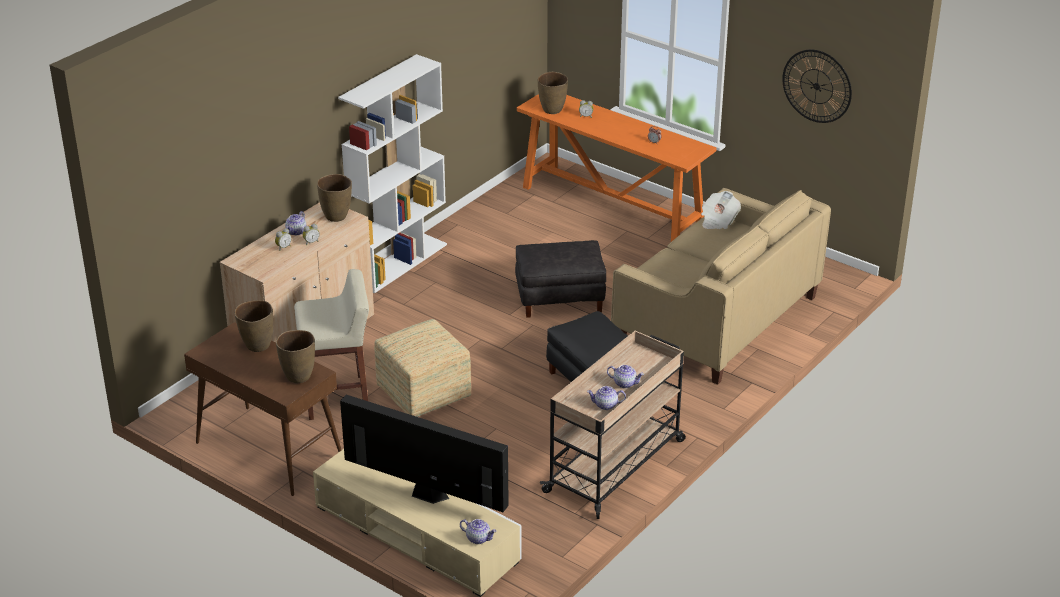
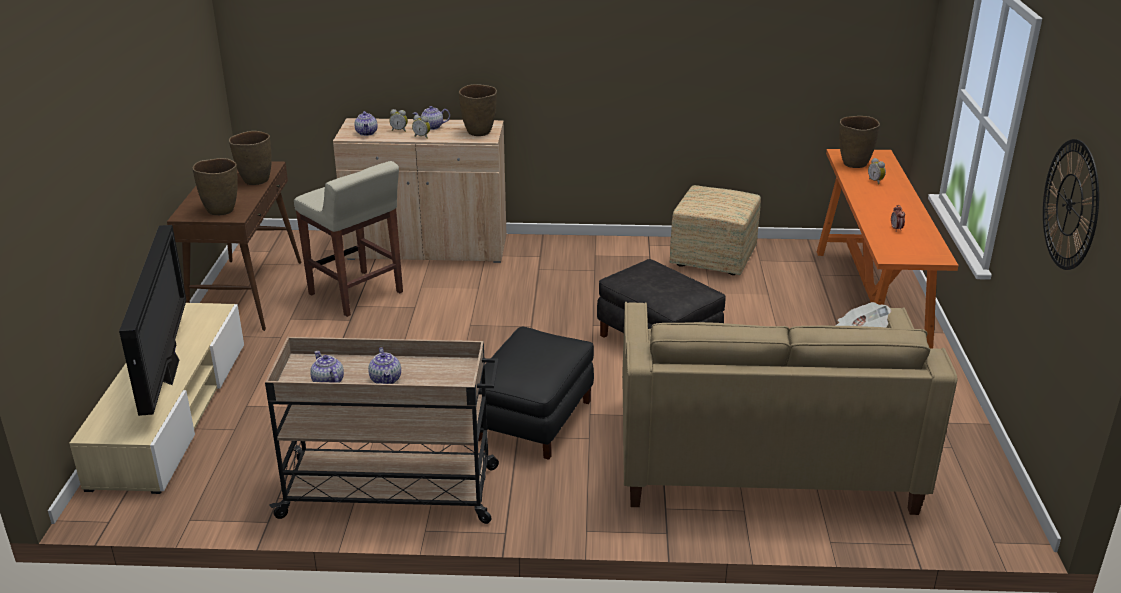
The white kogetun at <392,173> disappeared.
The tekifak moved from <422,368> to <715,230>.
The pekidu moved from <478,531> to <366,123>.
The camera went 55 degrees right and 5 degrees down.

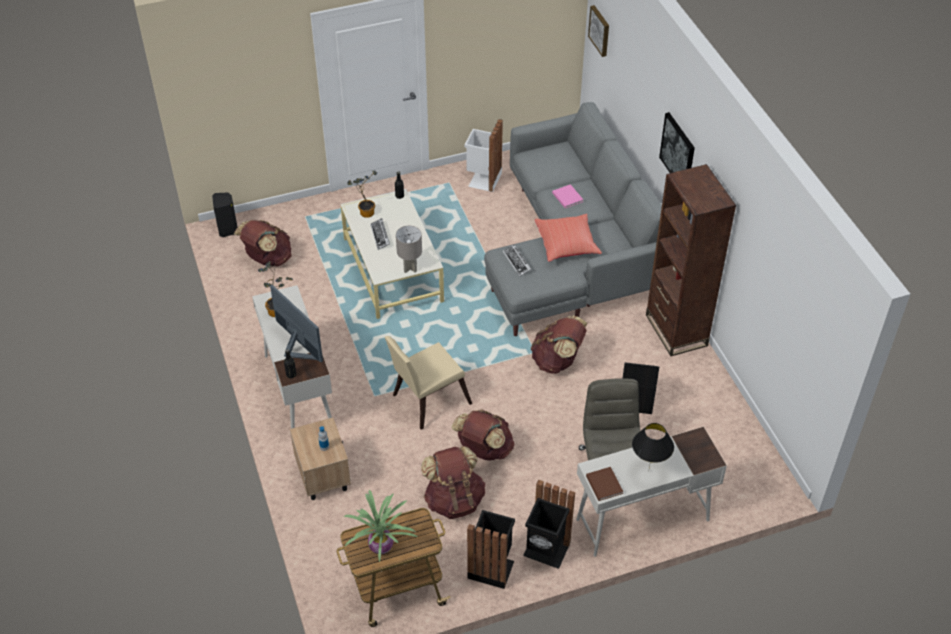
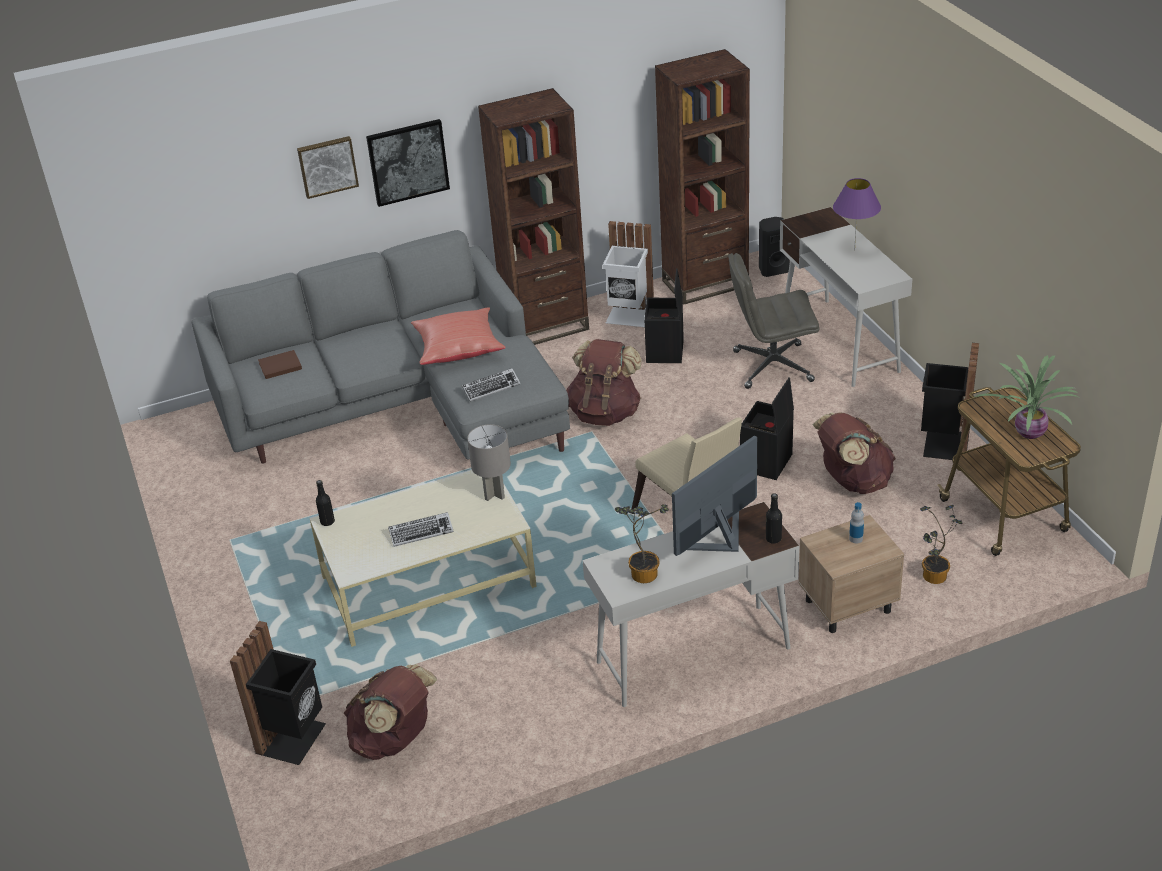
The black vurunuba moved from <225,214> to <774,247>.
The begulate moved from <362,194> to <941,544>.
The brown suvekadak at <483,435> was replaced by the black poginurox at <767,428>.
The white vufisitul moved from <484,155> to <628,274>.
The black vufisitul moved from <549,524> to <278,693>.
The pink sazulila at <568,196> disappeared.
The brown sazulila moved from <604,484> to <280,364>.
The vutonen moved from <598,31> to <328,167>.
The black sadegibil at <653,445> became the purple sadegibil at <857,214>.
The brown kogetun at <702,177> appeared.
The camera went 90 degrees left and 10 degrees down.

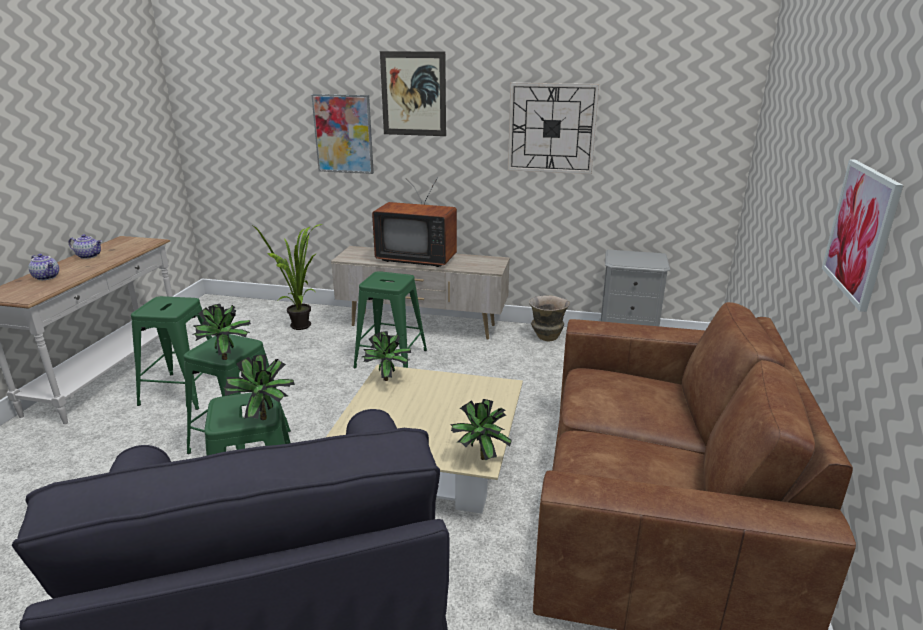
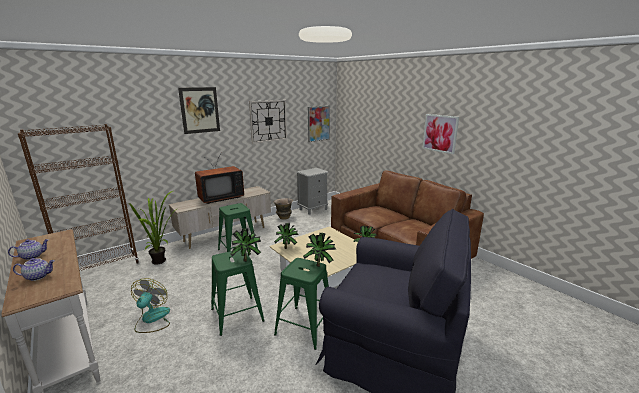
The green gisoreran at <171,353> was replaced by the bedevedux at <150,305>.
The vutonen moved from <342,134> to <319,124>.
The brown kogetun at <78,197> appeared.
The camera went 50 degrees left and 5 degrees down.

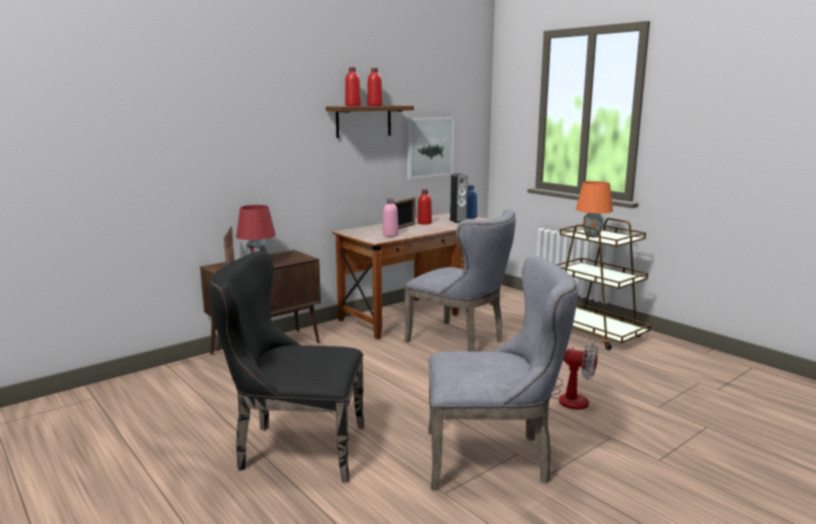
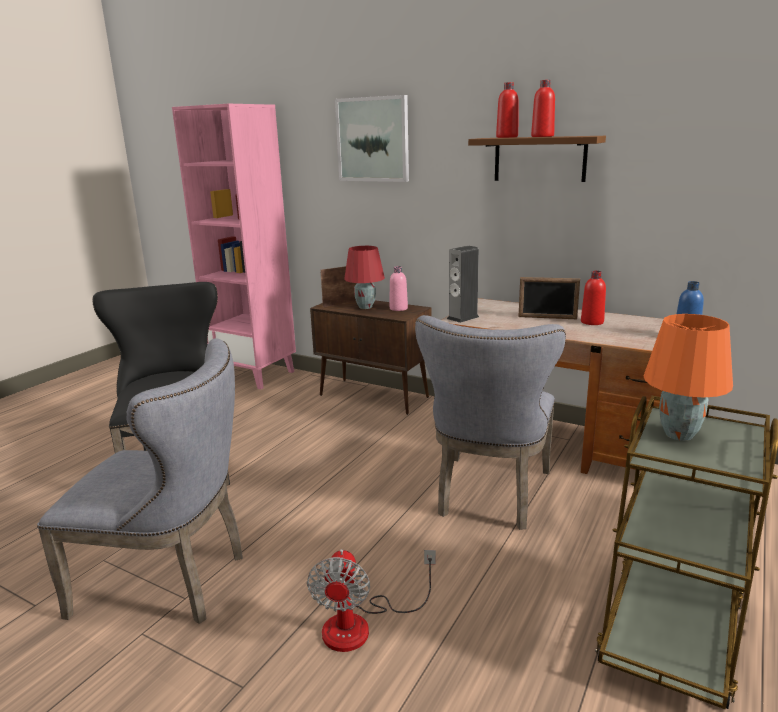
The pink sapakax moved from <390,217> to <399,288>.
The vutonen moved from <430,148> to <372,138>.
The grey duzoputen at <503,372> turned 60 degrees counterclockwise.
The vurunuba moved from <458,198> to <463,284>.
The pink kogetun at <234,246> appeared.
The camera went 70 degrees right and 5 degrees up.

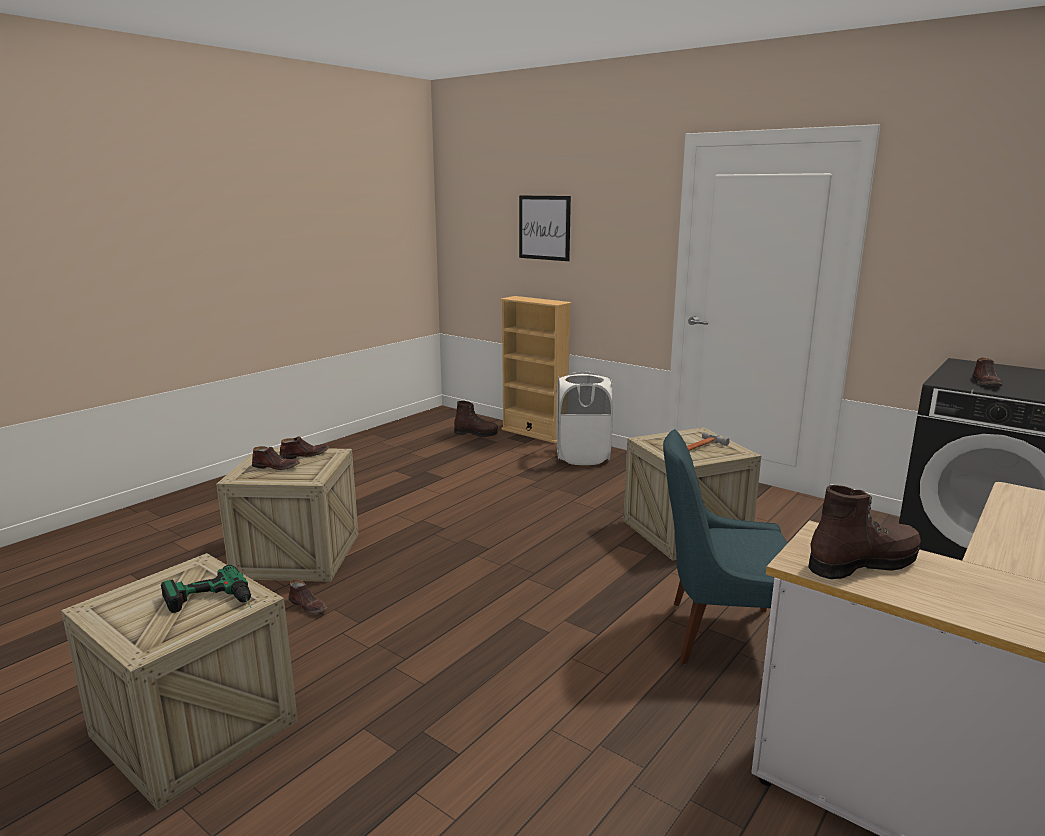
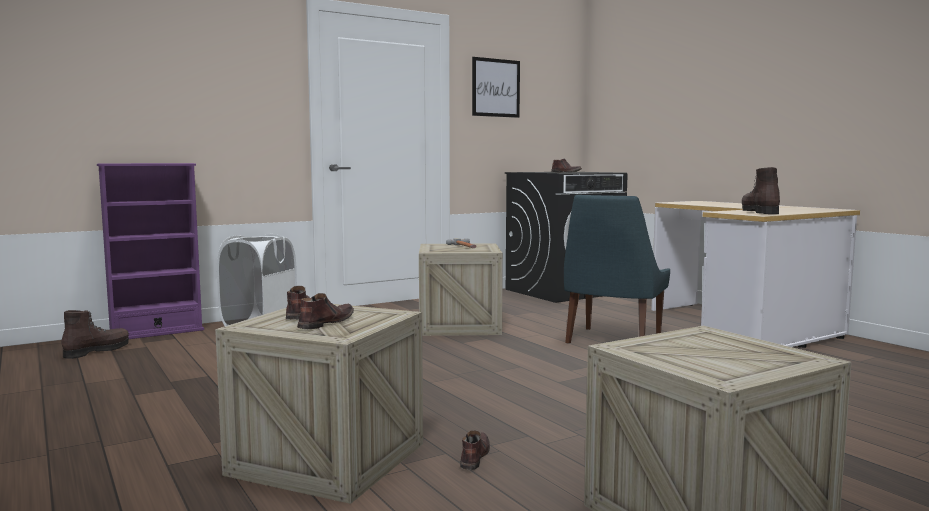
The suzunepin at <206,589> disappeared.
The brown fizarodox at <308,597> turned 45 degrees counterclockwise.
The beige kogetun at <535,369> became the purple kogetun at <150,251>.
The vutonen moved from <545,228> to <496,87>.
The camera went 70 degrees left and 10 degrees down.

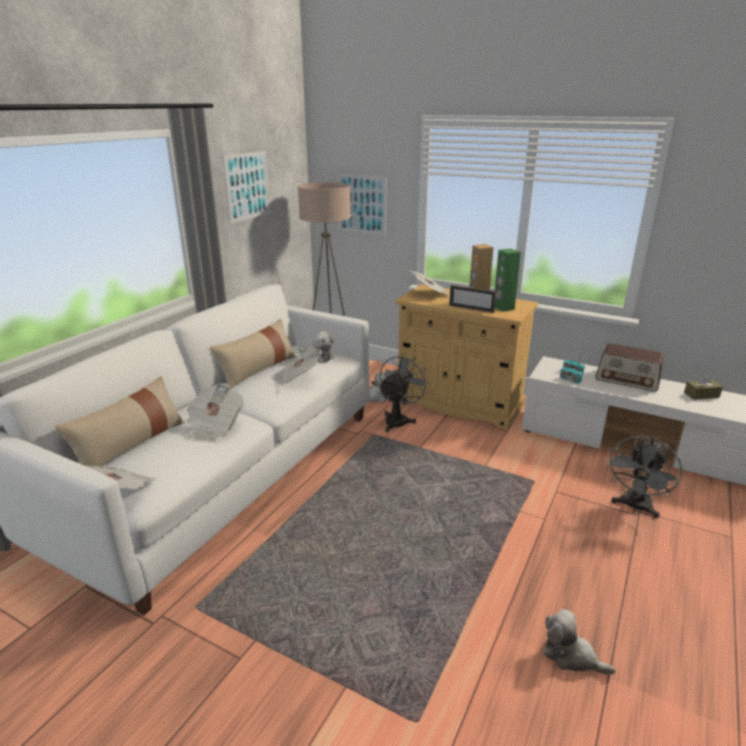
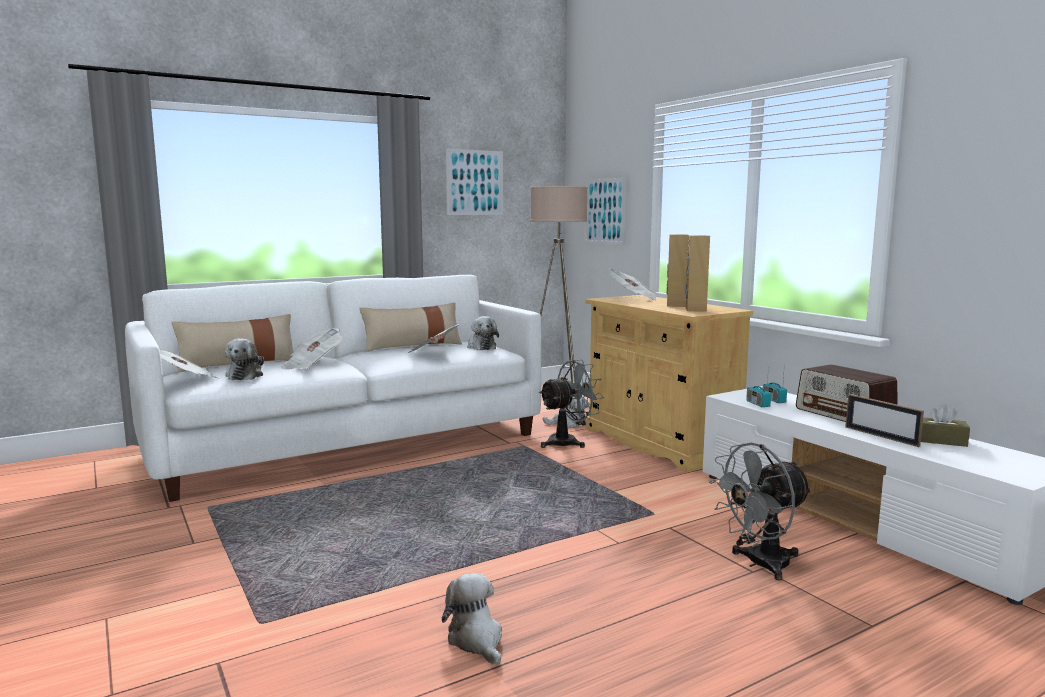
The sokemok moved from <472,299> to <884,420>.
The green vurunuba at <508,280> became the brown vurunuba at <698,273>.
The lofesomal at <244,359> appeared.
The camera went 30 degrees right and 15 degrees down.

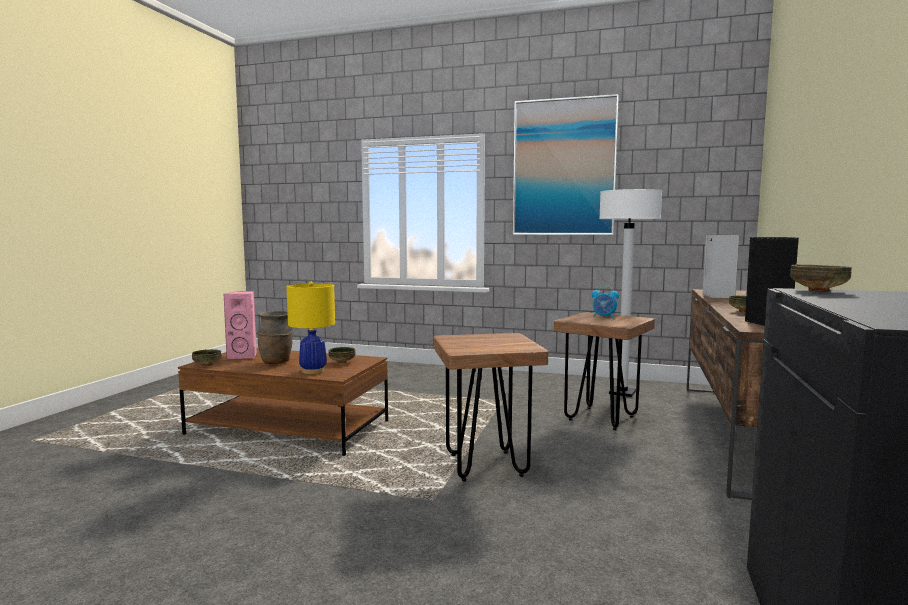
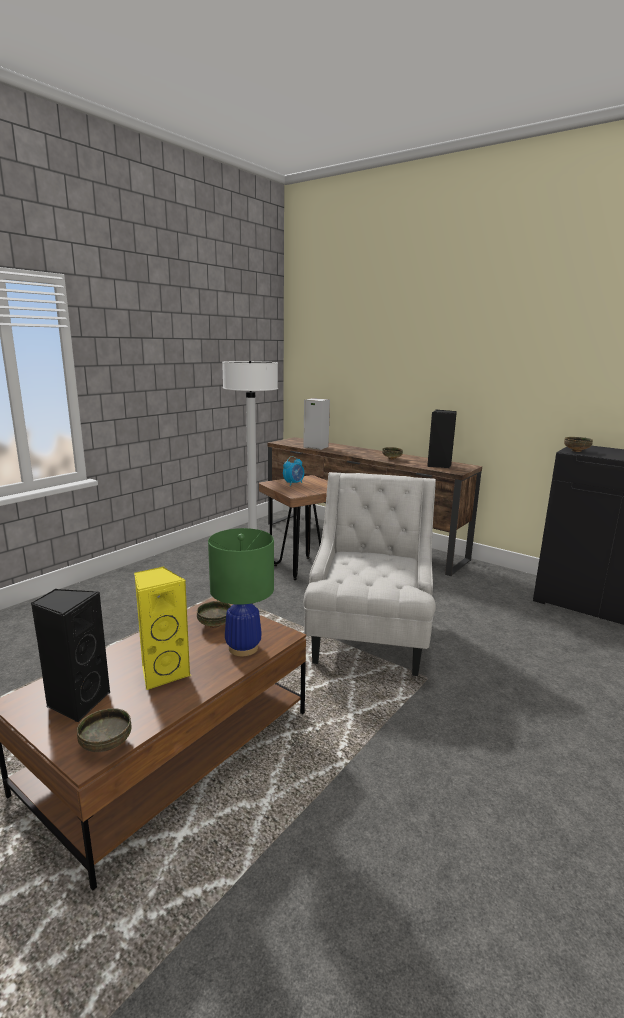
The pink vurunuba at <240,325> became the black vurunuba at <71,655>.
The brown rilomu at <275,337> was replaced by the yellow vurunuba at <162,628>.
The yellow sadegibil at <310,327> became the green sadegibil at <241,592>.
The brown gisoreran at <490,407> was replaced by the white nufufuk at <369,574>.
The vutonen at <566,164> disappeared.
The camera went 70 degrees left and 10 degrees up.

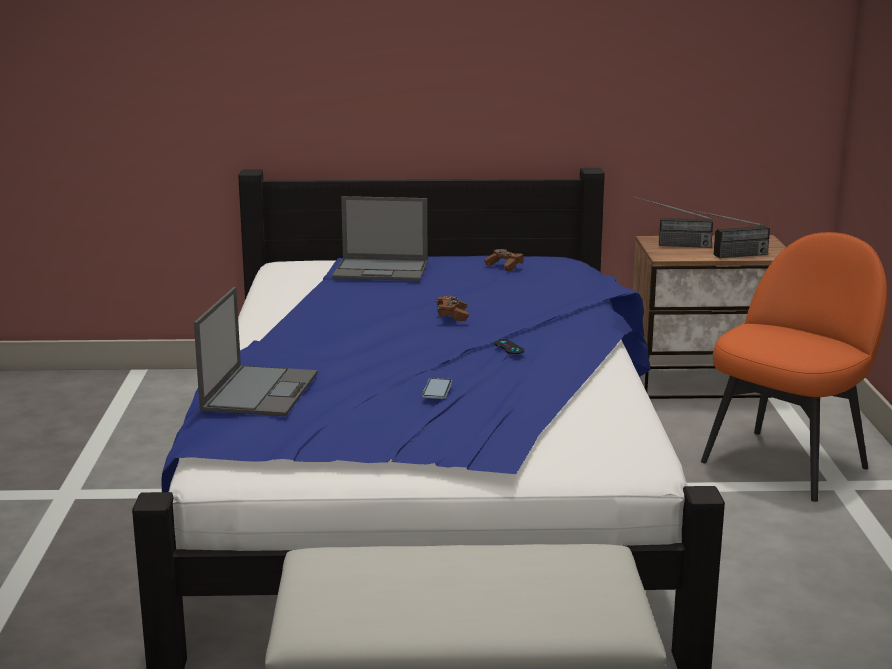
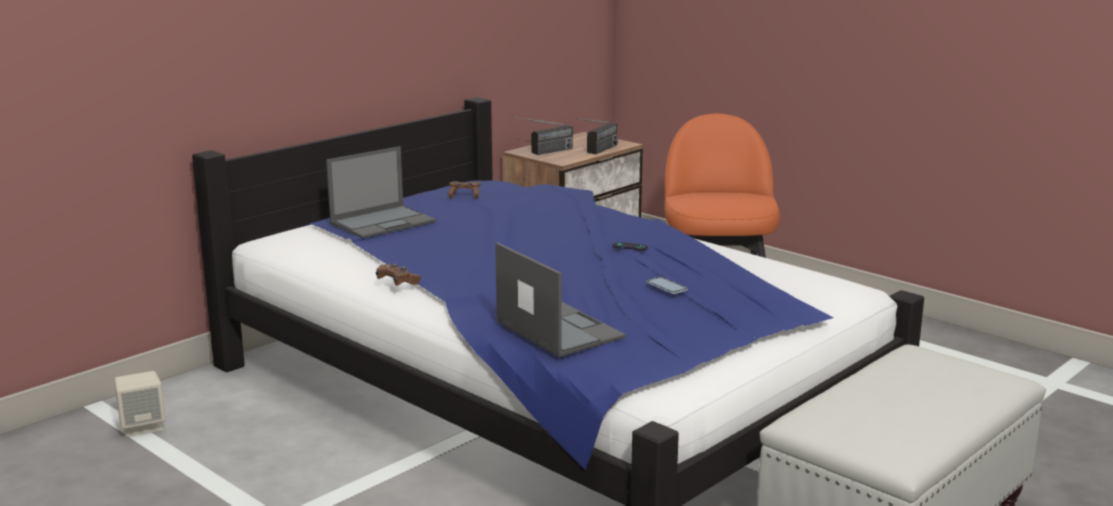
The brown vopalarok moved from <452,308> to <398,275>.
The beige vurunuba at <140,404> appeared.
The camera went 45 degrees left and 0 degrees up.

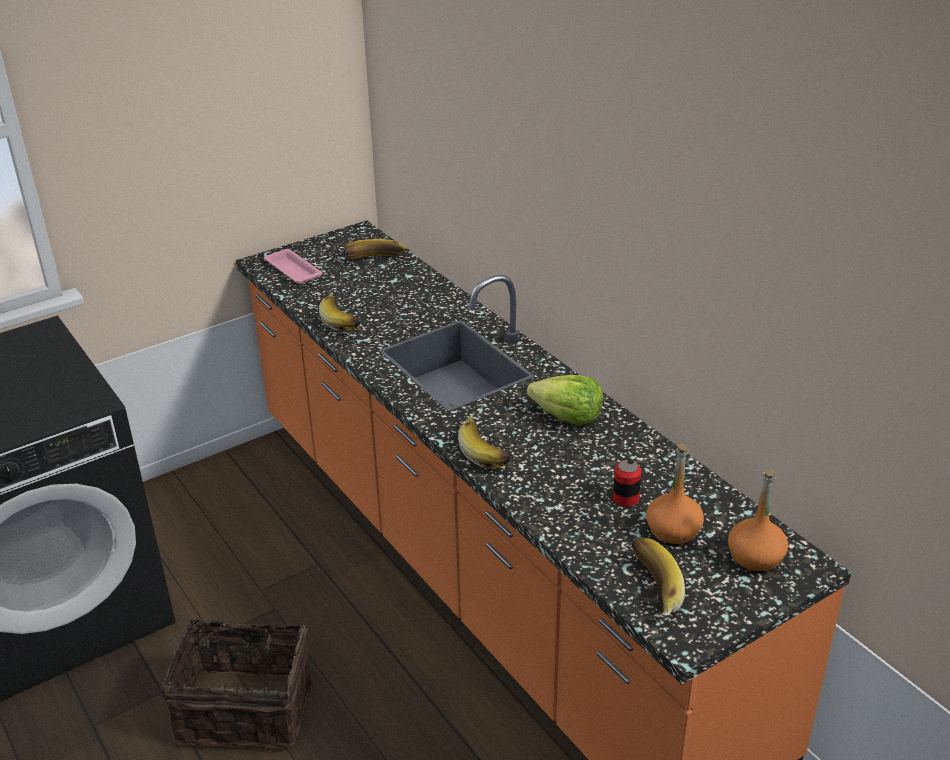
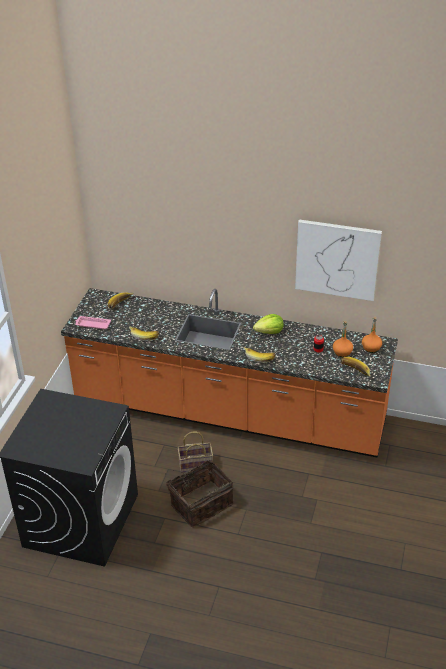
The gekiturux at <195,452> appeared.
The vutonen at <338,260> appeared.
The camera went 40 degrees left and 5 degrees up.

